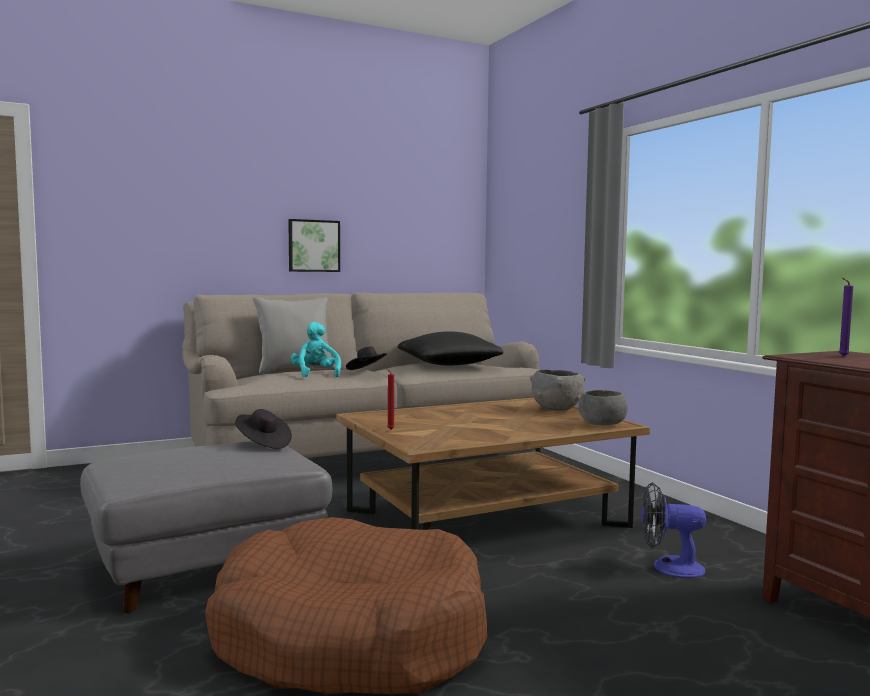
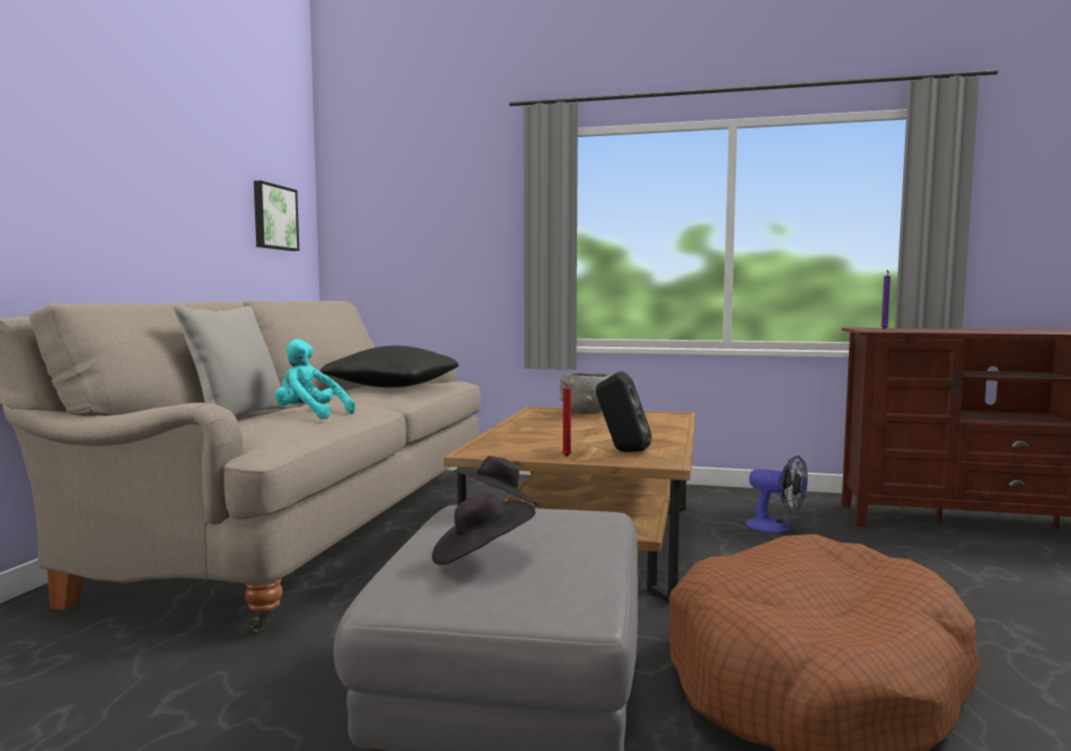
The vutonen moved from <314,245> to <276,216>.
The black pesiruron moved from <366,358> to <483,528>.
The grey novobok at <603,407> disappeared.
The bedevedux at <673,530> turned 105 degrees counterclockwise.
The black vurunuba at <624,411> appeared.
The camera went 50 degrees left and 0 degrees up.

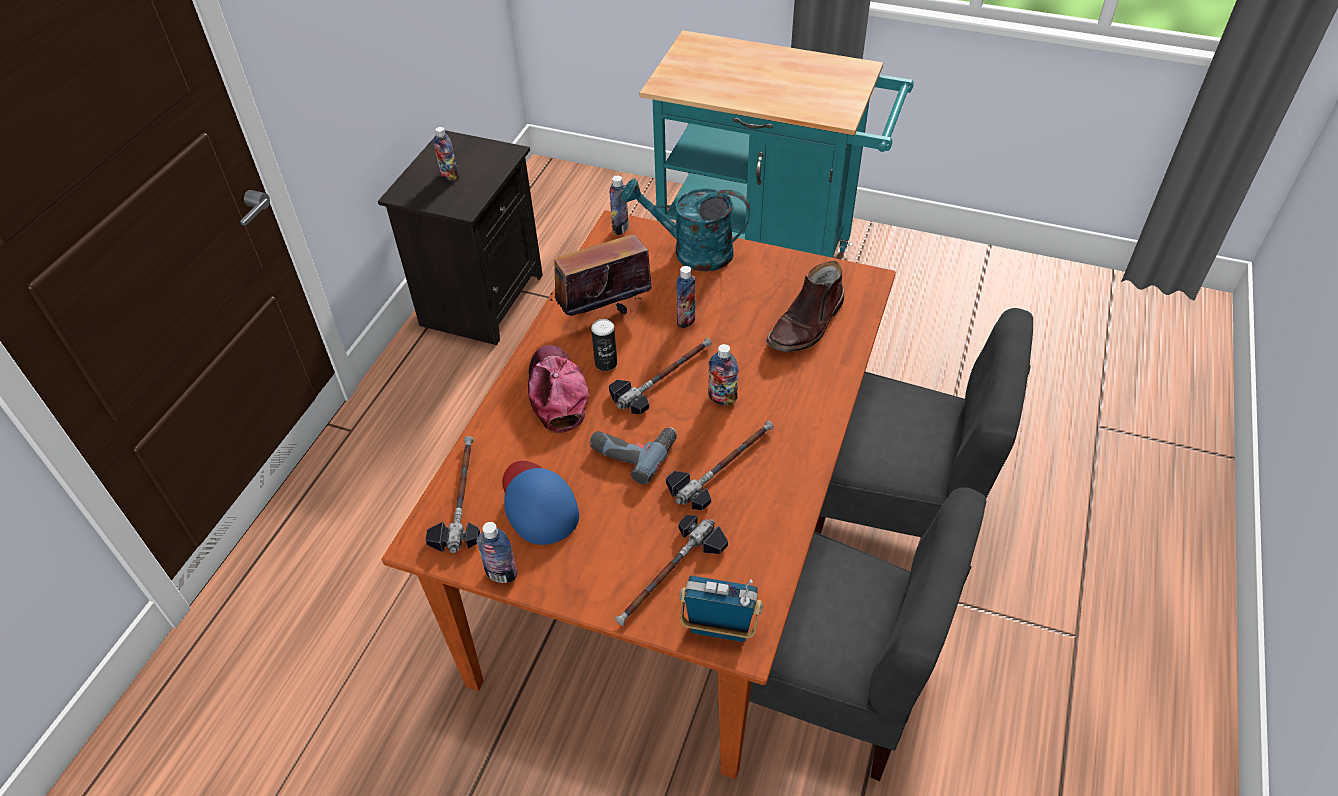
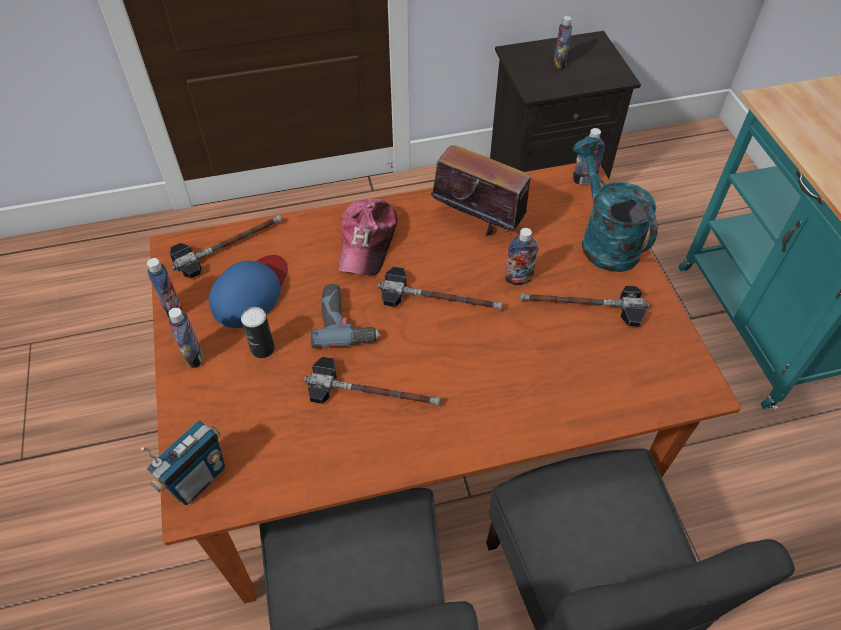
The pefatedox at <558,389> turned 150 degrees clockwise.
The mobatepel moved from <604,345> to <258,332>.
The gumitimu moved from <671,570> to <584,306>.
The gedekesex at <721,609> turned 60 degrees clockwise.
The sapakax moved from <723,374> to <185,338>.
The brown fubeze at <805,306> disappeared.
The camera went 55 degrees right and 5 degrees up.

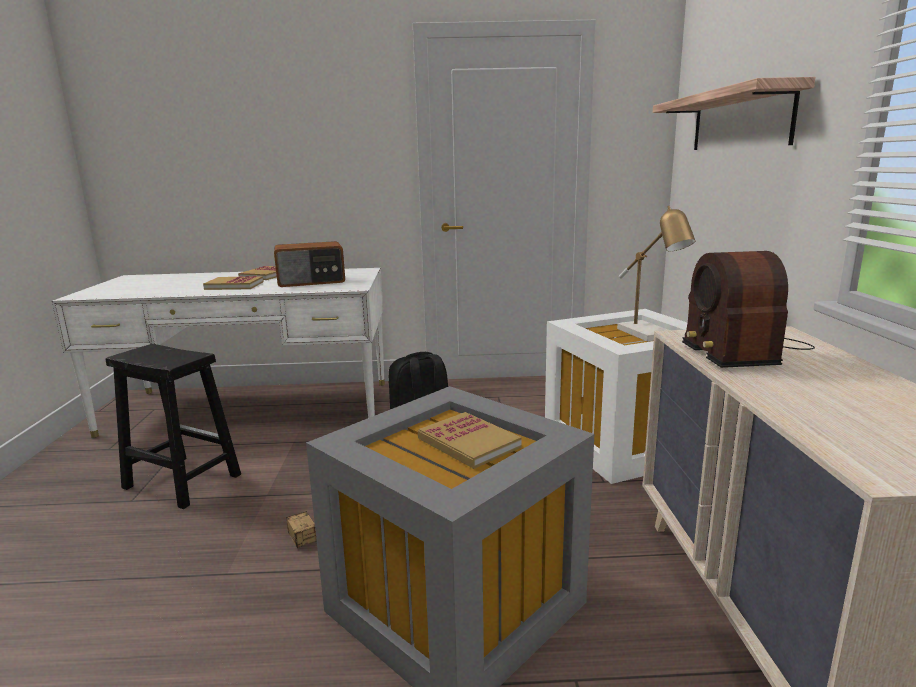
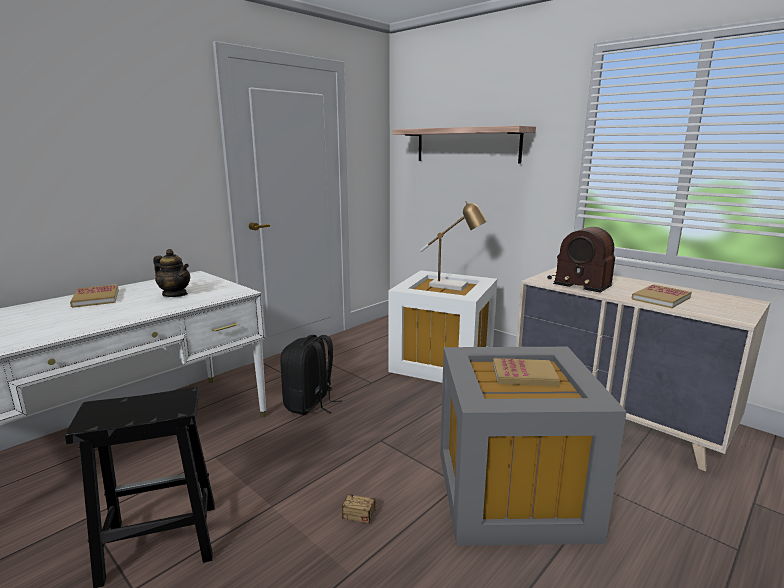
The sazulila moved from <233,283> to <661,296>.
The gedekesex at <309,264> was replaced by the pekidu at <171,273>.
The camera went 45 degrees left and 0 degrees up.

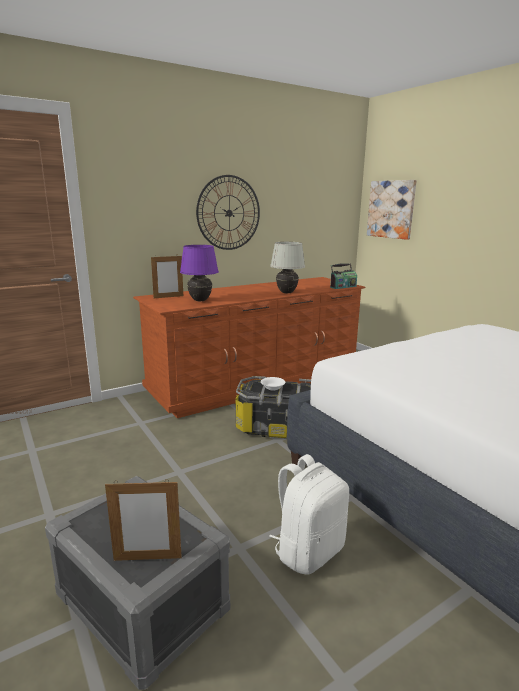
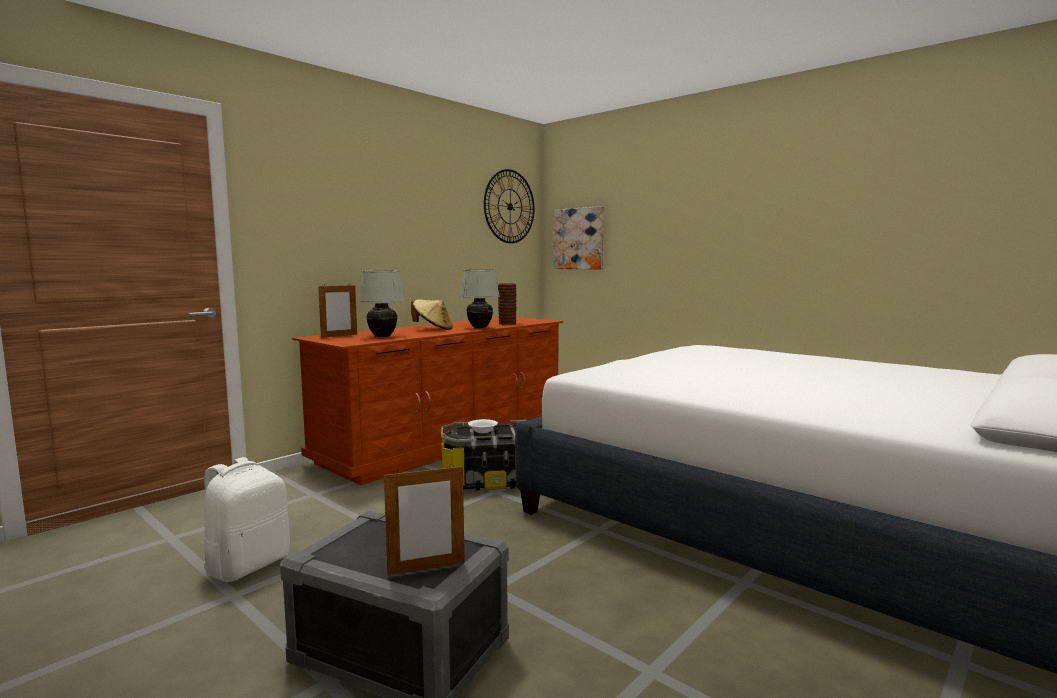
The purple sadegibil at <199,273> became the white sadegibil at <381,304>.
The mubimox moved from <228,212> to <509,206>.
The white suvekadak moved from <309,514> to <247,519>.
The gedekesex at <343,276> disappeared.
The beige pesiruron at <432,314> appeared.
The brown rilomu at <507,304> appeared.
The camera went 15 degrees left and 10 degrees down.

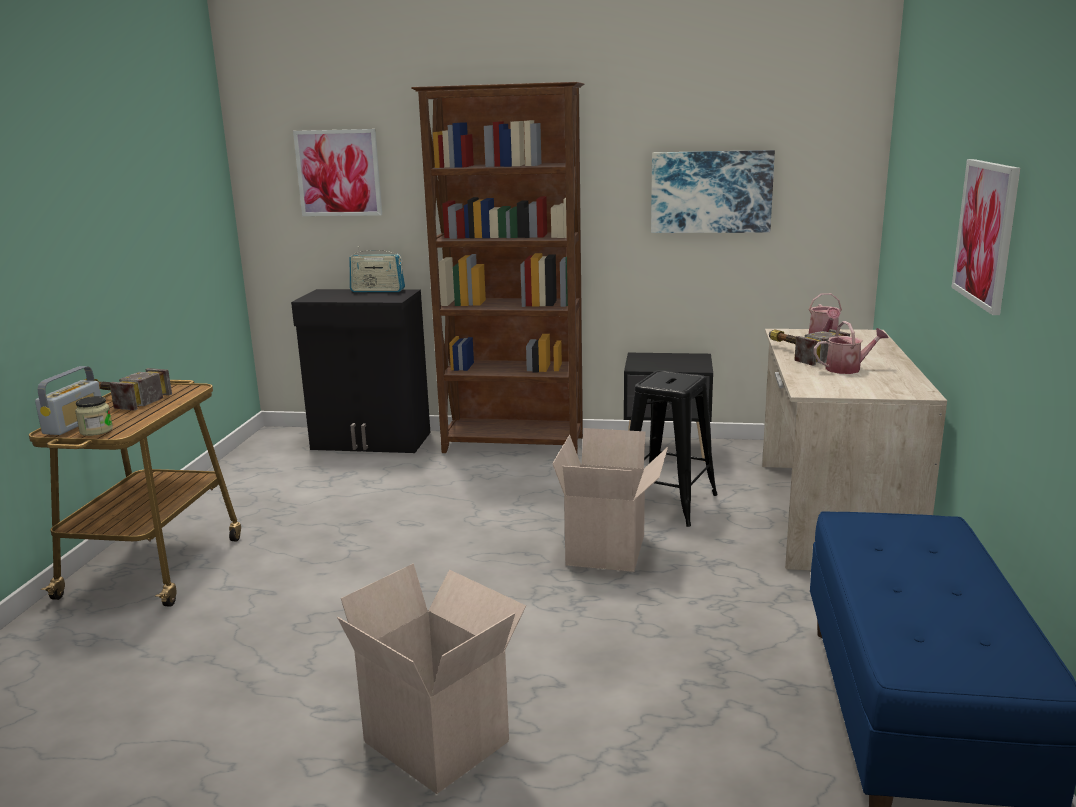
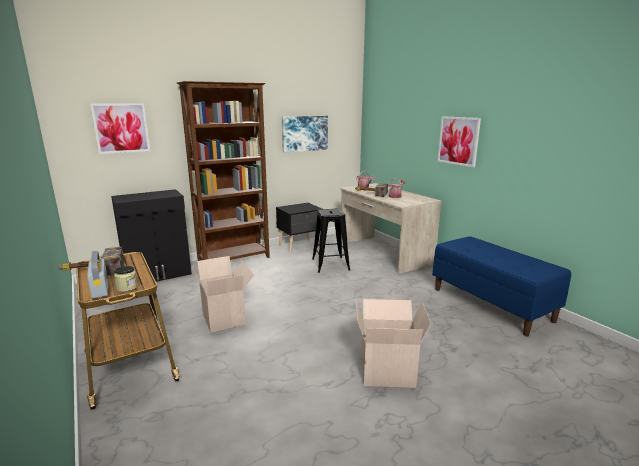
The gedekesex at <377,269> disappeared.
The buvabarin moved from <610,500> to <223,294>.
The camera went 40 degrees left and 0 degrees up.

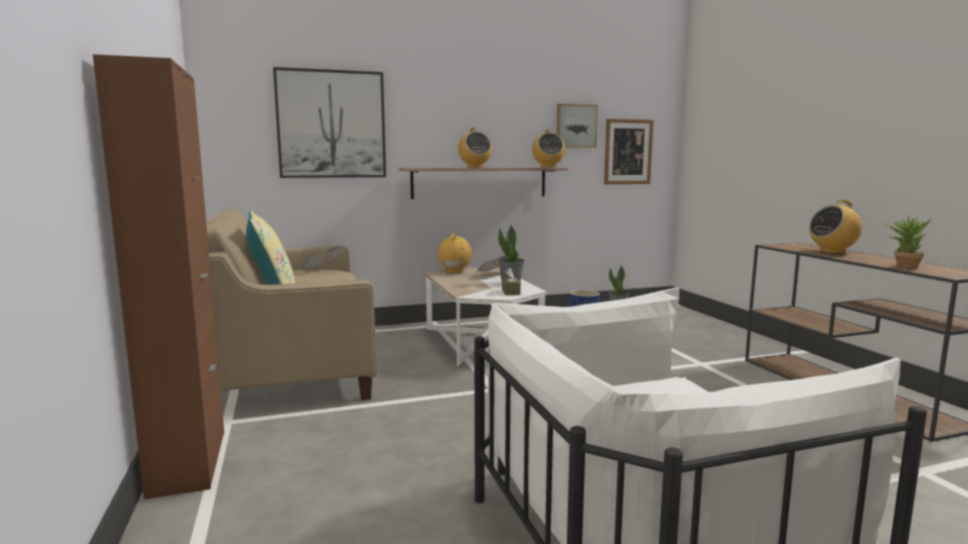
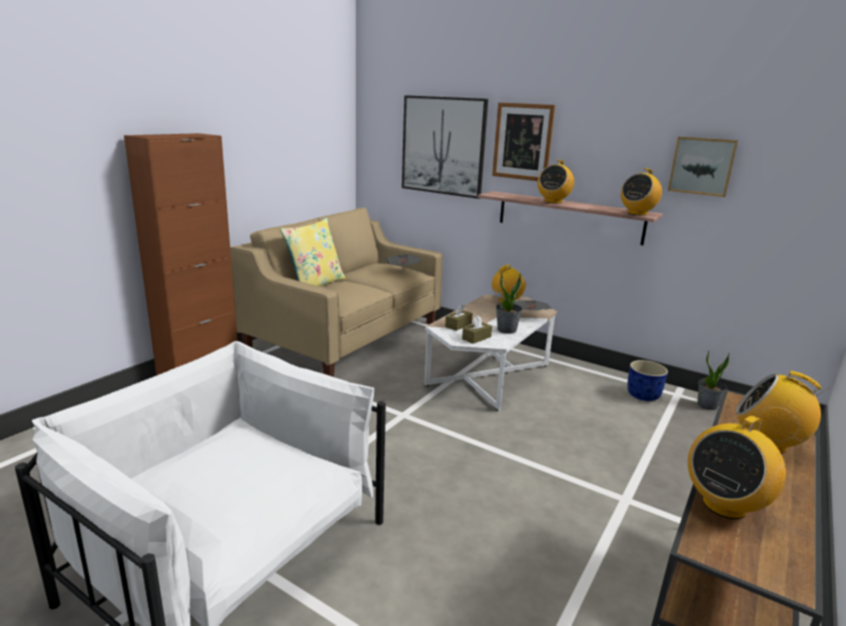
The vutonen moved from <628,151> to <523,141>.
The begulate at <907,242> was replaced by the gedekesex at <737,466>.
The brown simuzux at <459,317> appeared.
The camera went 50 degrees right and 10 degrees up.

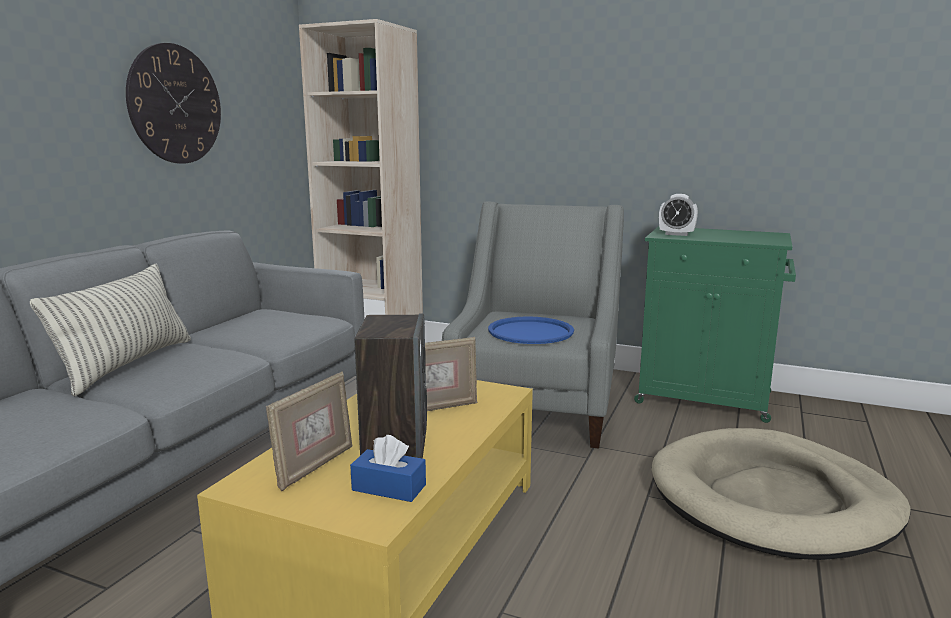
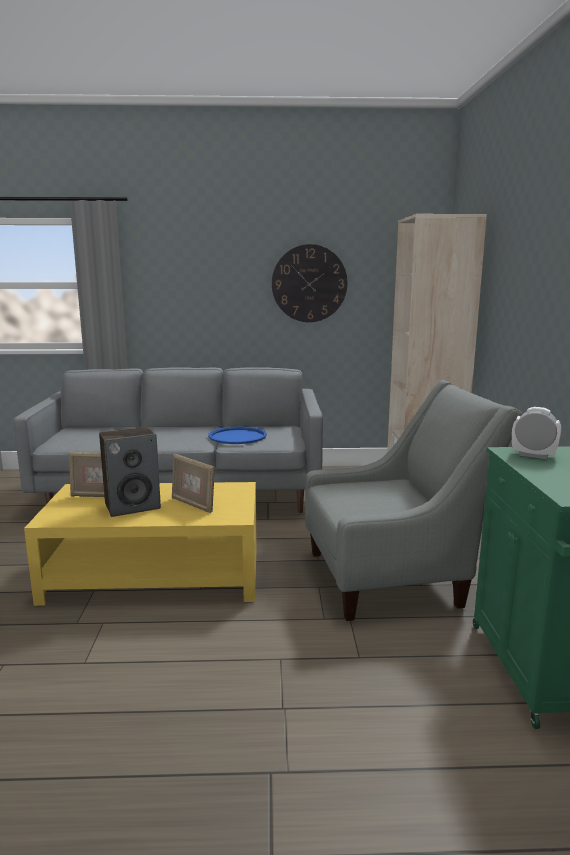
The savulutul at <110,330> disappeared.
The blue simuzux at <388,468> disappeared.
The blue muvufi moved from <531,330> to <237,435>.
The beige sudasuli at <781,494> disappeared.
The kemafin at <678,215> turned 120 degrees clockwise.
The camera went 65 degrees right and 0 degrees up.

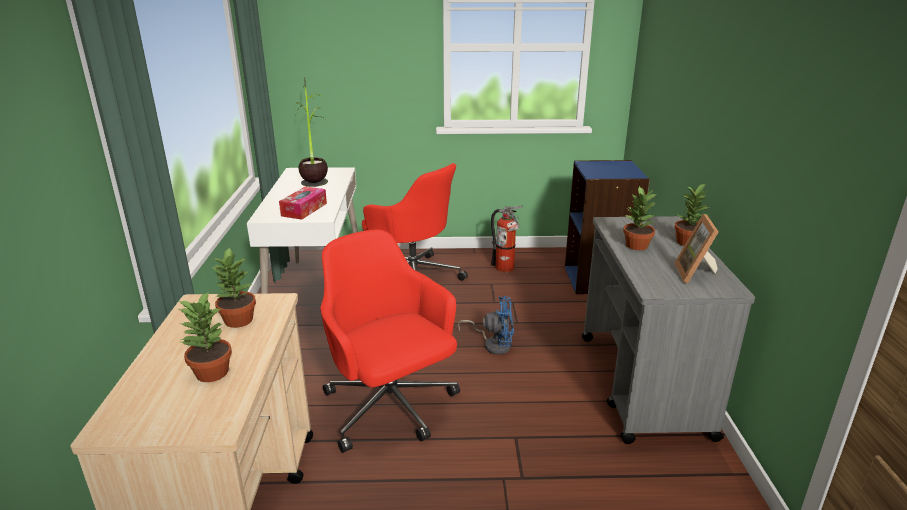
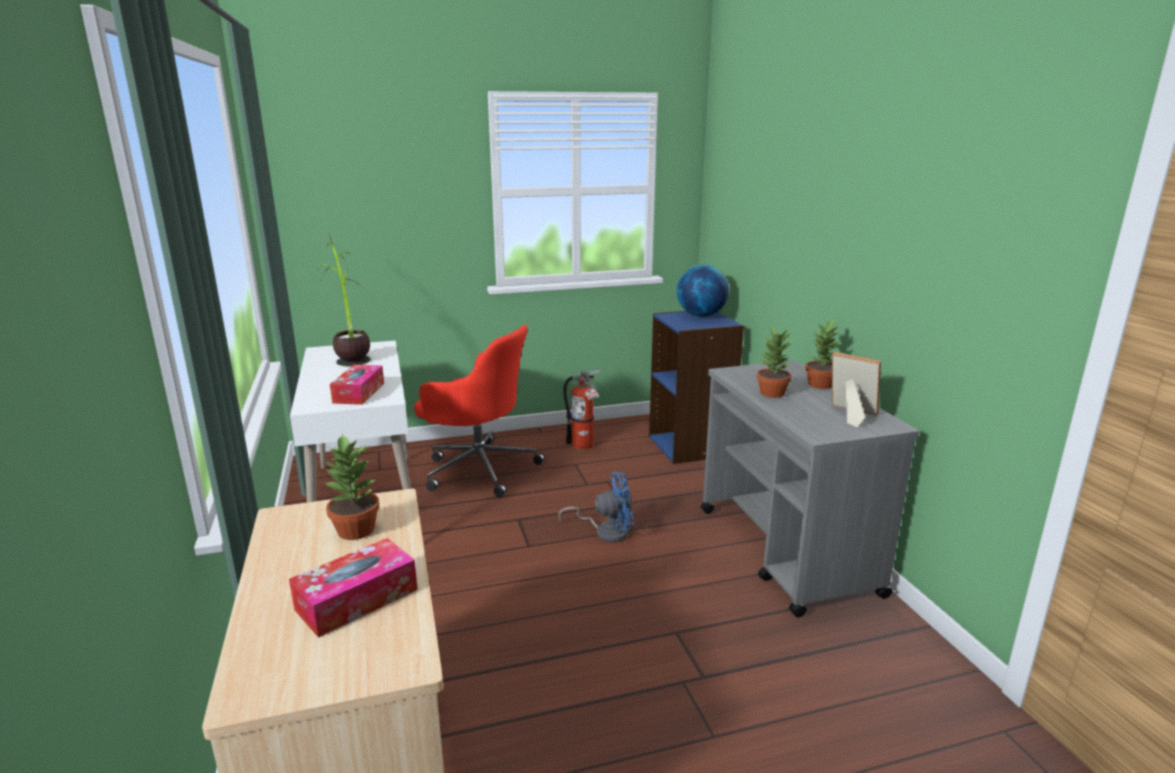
The begulate at <205,336> was replaced by the simuzux at <353,588>.
The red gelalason at <390,341> disappeared.
The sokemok at <697,249> turned 135 degrees clockwise.
The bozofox at <703,290> appeared.
The camera went 15 degrees left and 5 degrees down.

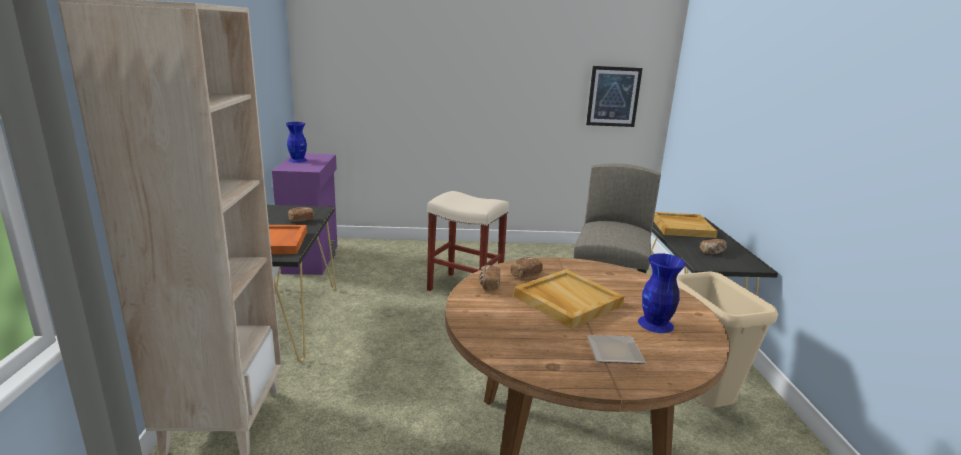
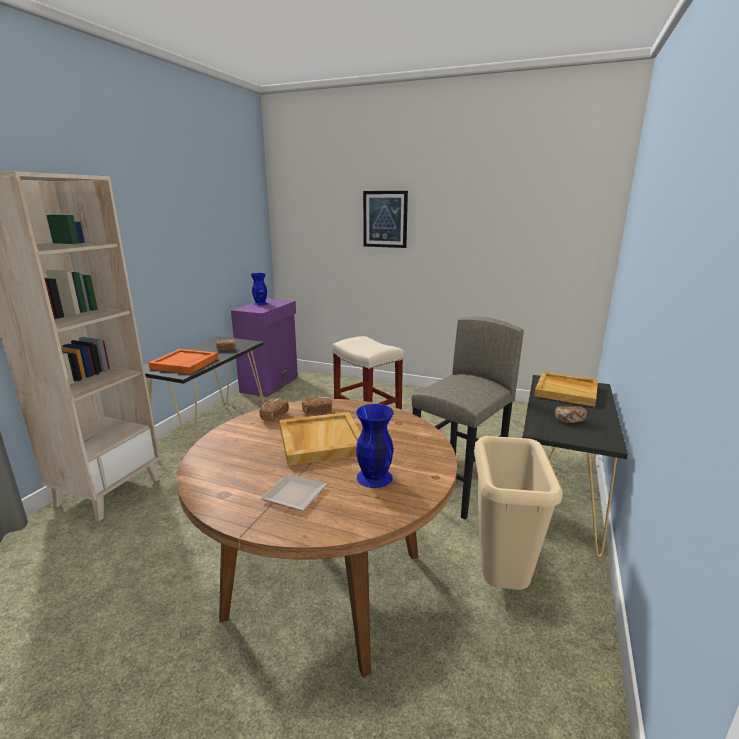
The vutonen moved from <614,96> to <385,219>.
The camera went 25 degrees right and 0 degrees up.

